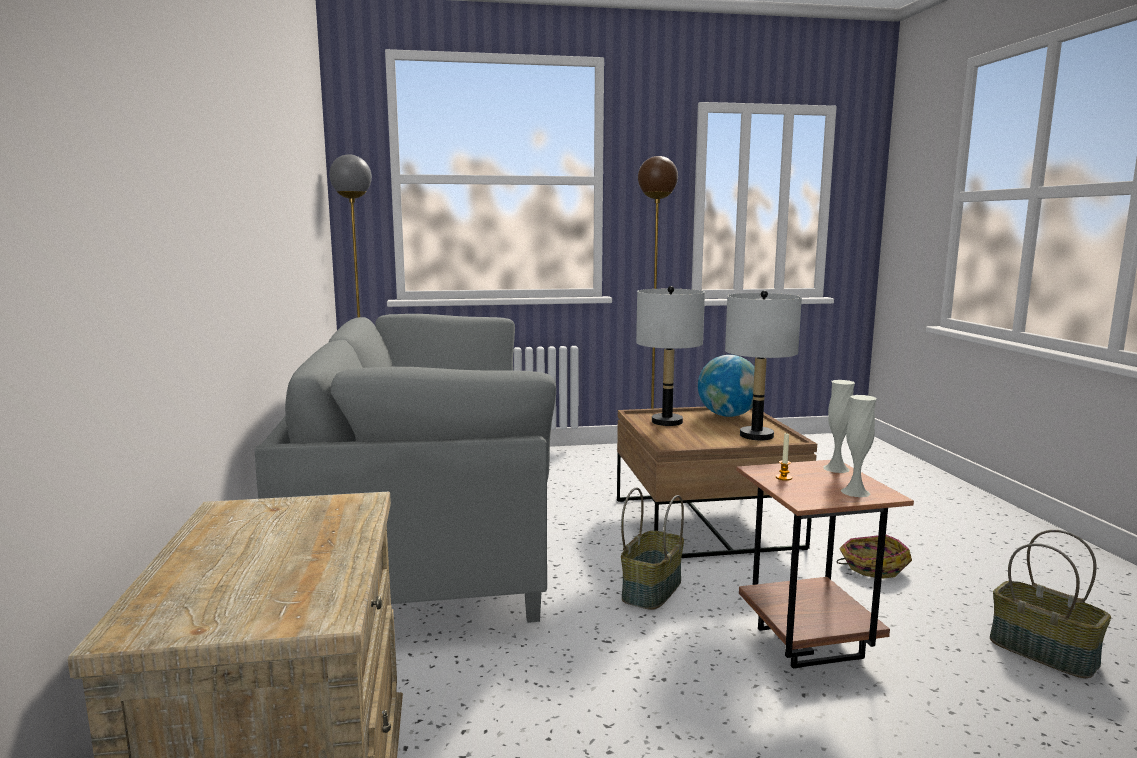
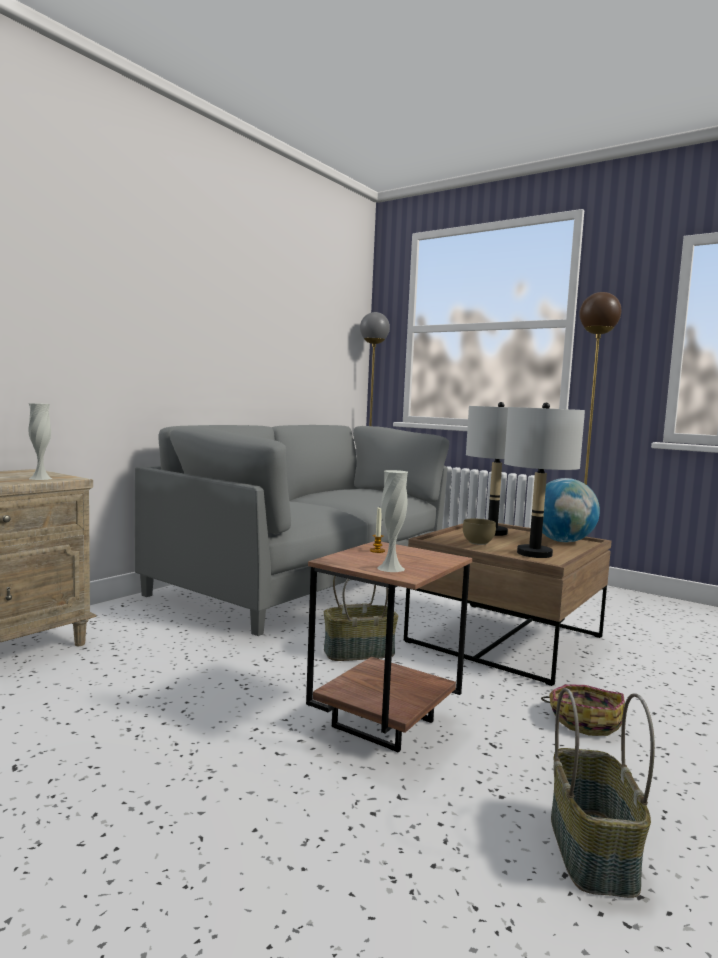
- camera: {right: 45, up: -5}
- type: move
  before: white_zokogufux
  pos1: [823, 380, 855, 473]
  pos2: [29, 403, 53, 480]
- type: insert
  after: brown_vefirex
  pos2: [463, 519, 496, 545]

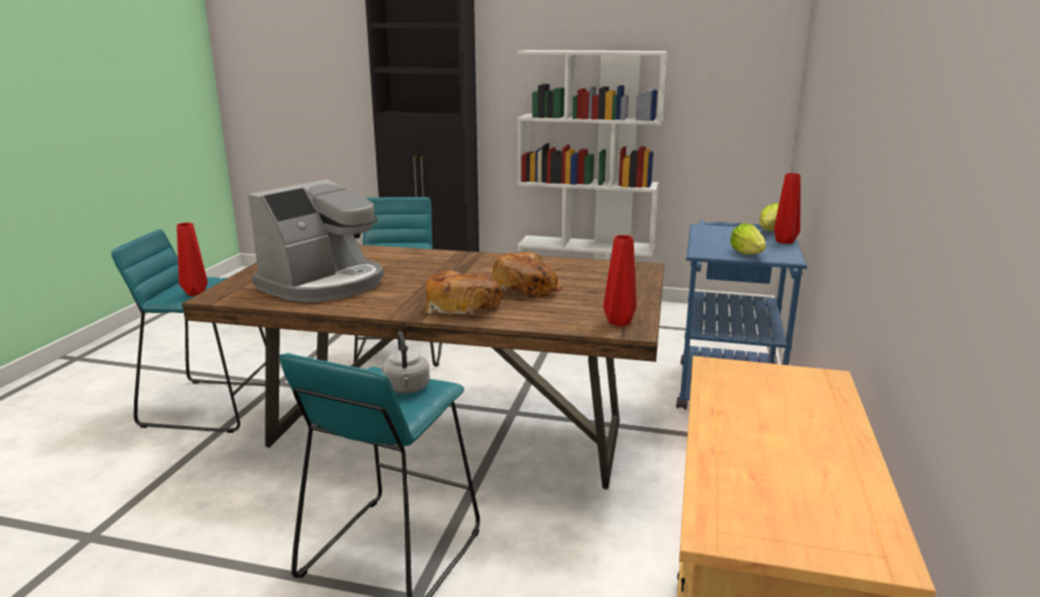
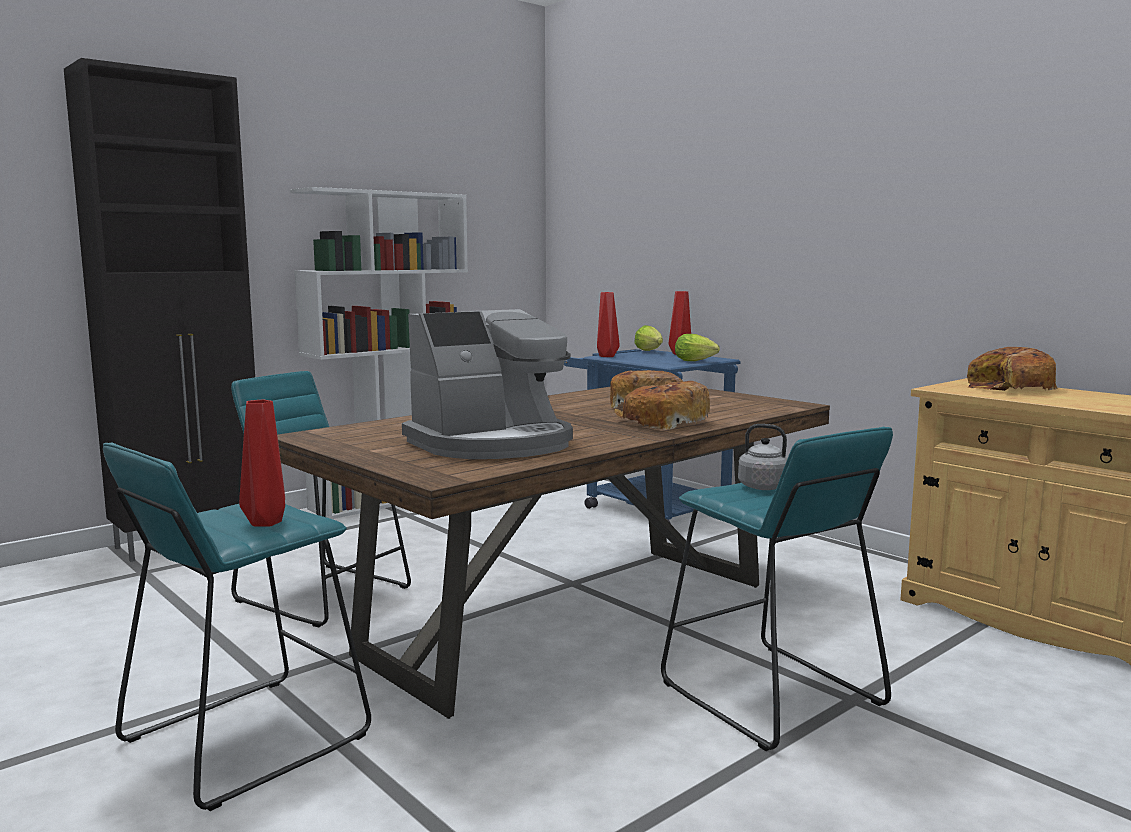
- camera: {right: -55, up: -10}
- type: rotate
  before: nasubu
  pos1: [248, 179, 384, 302]
  pos2: [402, 309, 573, 459]
  turn: 75
- type: move
  before: red_zokogufux
  pos1: [603, 235, 636, 327]
  pos2: [597, 292, 620, 357]
- type: insert
  after: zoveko
  pos2: [967, 347, 1058, 391]

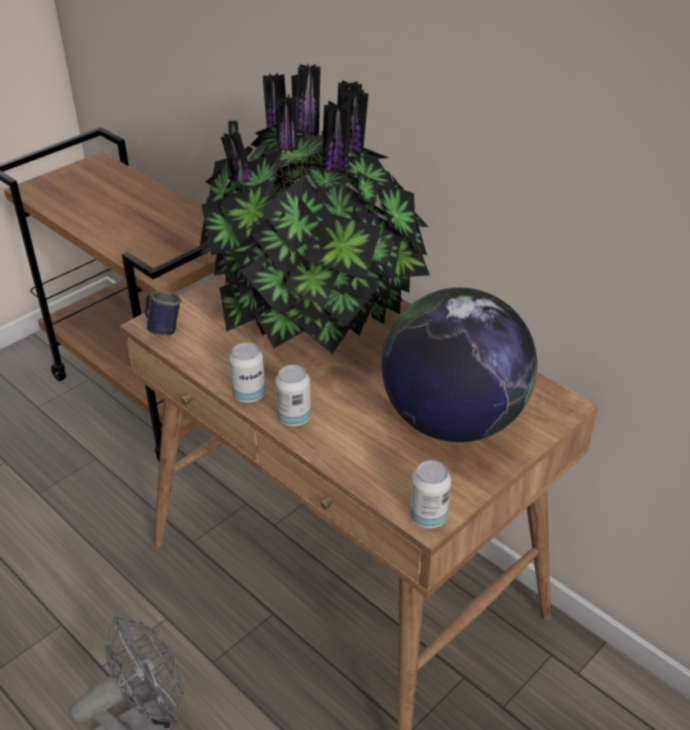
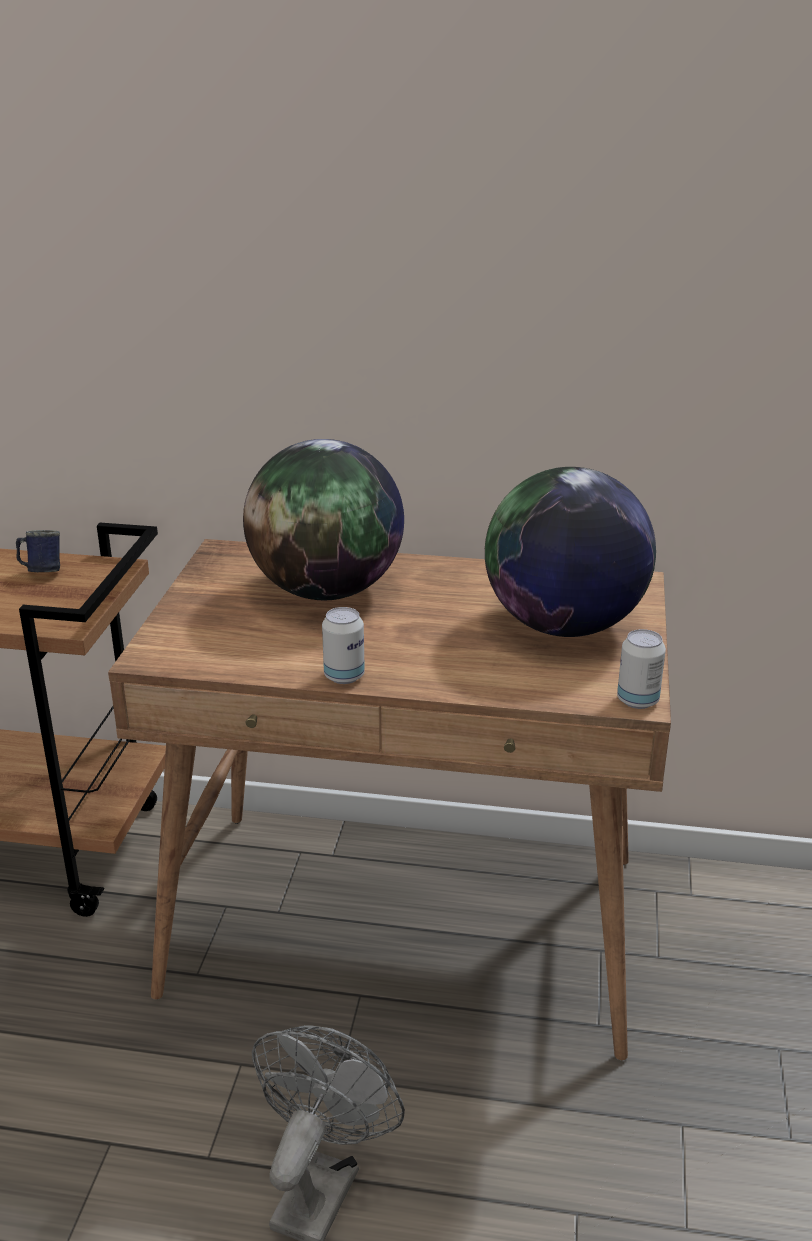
- camera: {right: -35, up: -10}
- type: replace
  before: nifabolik
  after: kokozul
  pos1: [200, 63, 430, 354]
  pos2: [243, 439, 404, 600]
- type: move
  before: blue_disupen
  pos1: [145, 291, 181, 336]
  pos2: [16, 530, 60, 572]
- type: delete
  before: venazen
  pos1: [275, 365, 311, 426]

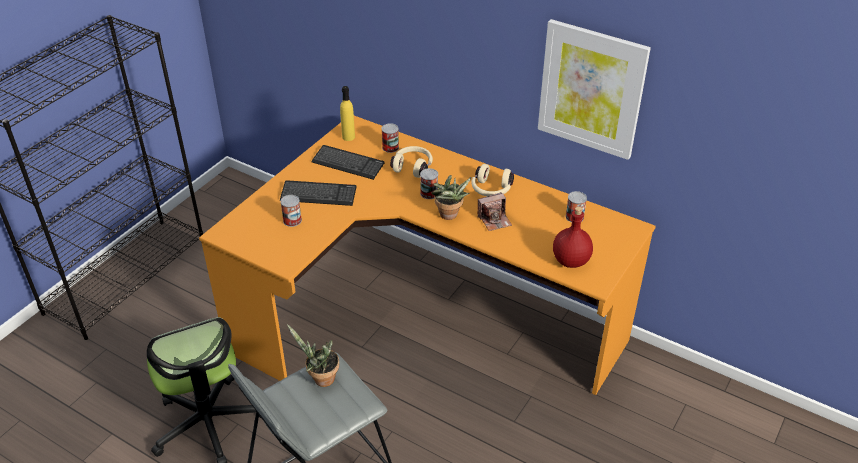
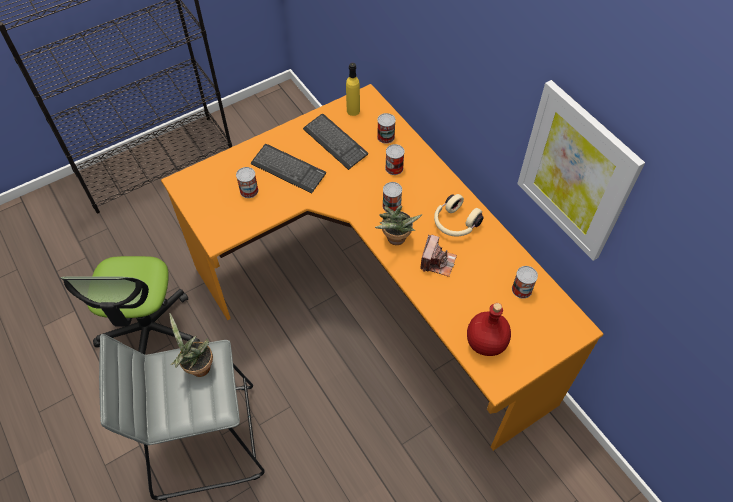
- camera: {right: 25, up: 15}
- type: replace
  before: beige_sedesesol
  after: venazen
  pos1: [390, 146, 433, 178]
  pos2: [385, 144, 405, 175]
- type: rotate
  before: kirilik
  pos1: [477, 192, 512, 231]
  pos2: [420, 234, 457, 277]
  turn: -75

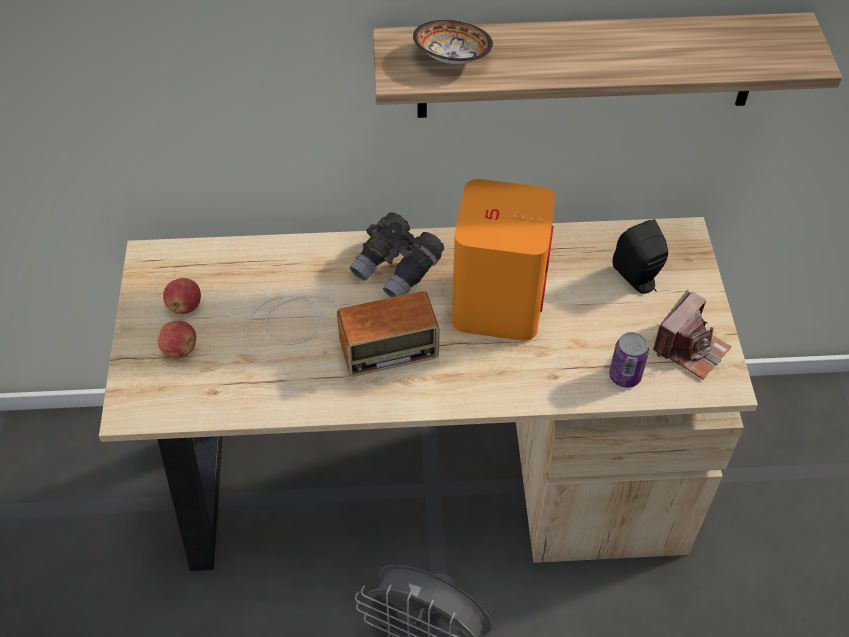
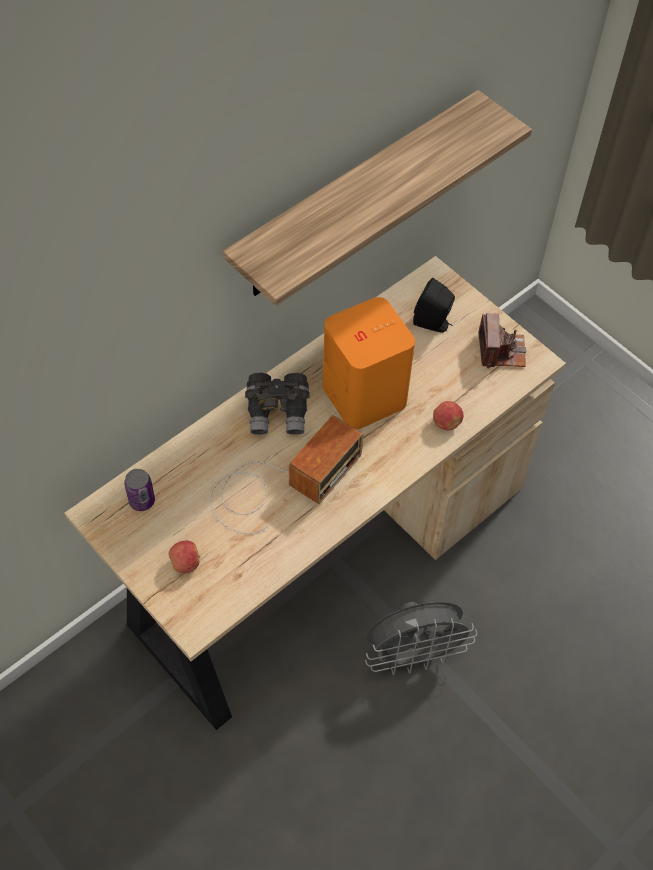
- camera: {right: -40, up: 5}
- type: delete
  before: vefirex
  pos1: [413, 20, 493, 64]
- type: move
  before: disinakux
  pos1: [163, 278, 201, 314]
  pos2: [433, 401, 463, 430]
- type: move
  before: venazen
  pos1: [609, 332, 649, 388]
  pos2: [124, 469, 155, 511]

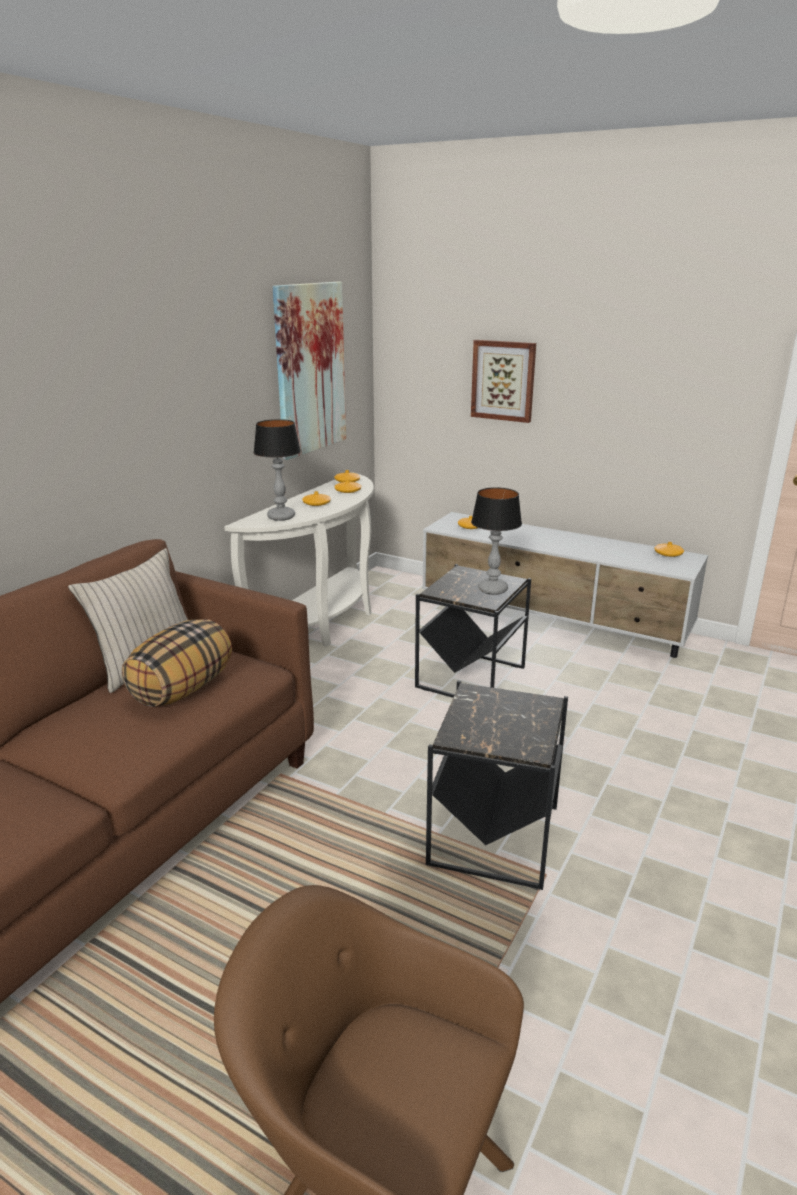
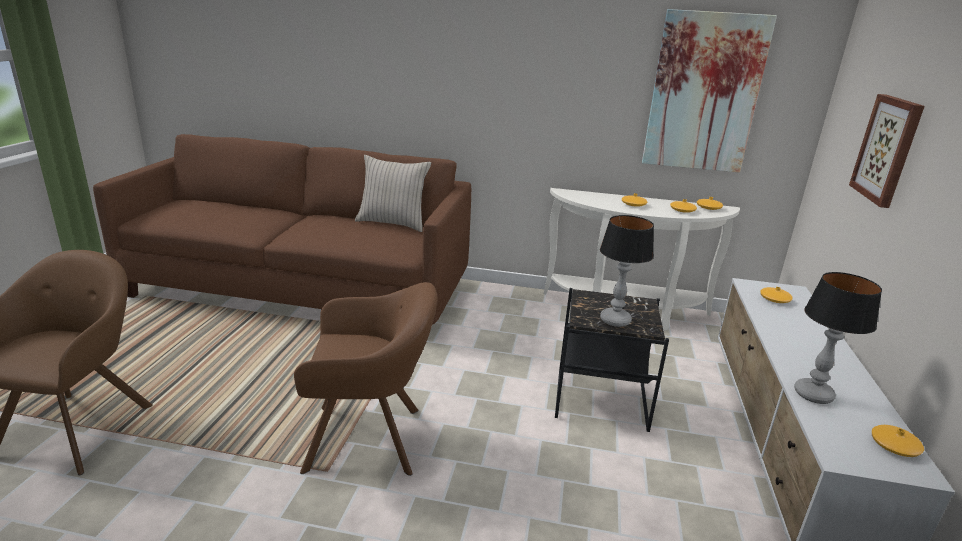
- camera: {right: 70, up: 0}
- type: move
  before: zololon
  pos1: [253, 419, 301, 521]
  pos2: [794, 272, 882, 404]
- type: delete
  before: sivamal
  pos1: [122, 619, 232, 707]
- type: replace
  before: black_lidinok
  after: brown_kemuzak
  pos1: [426, 680, 568, 890]
  pos2: [294, 282, 437, 476]

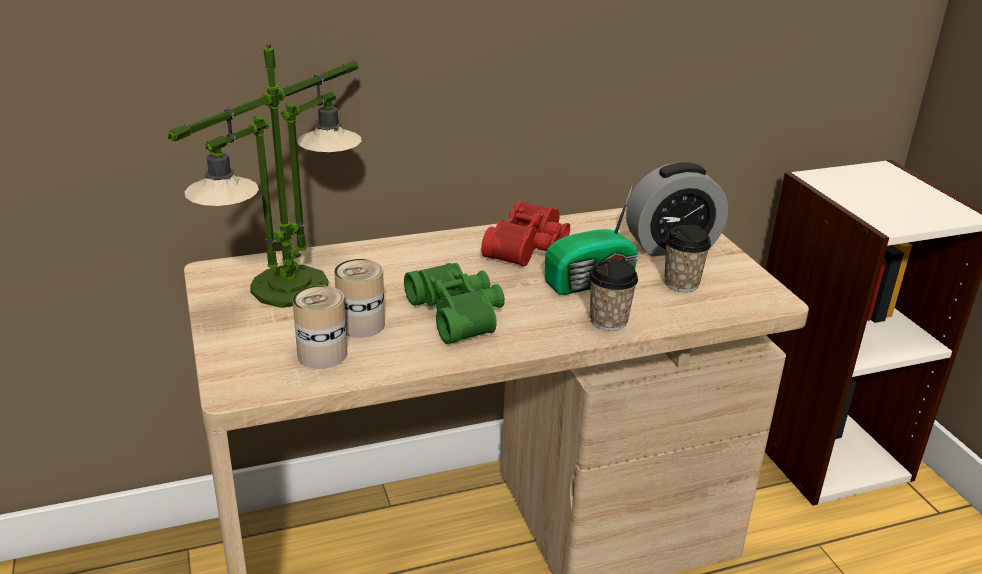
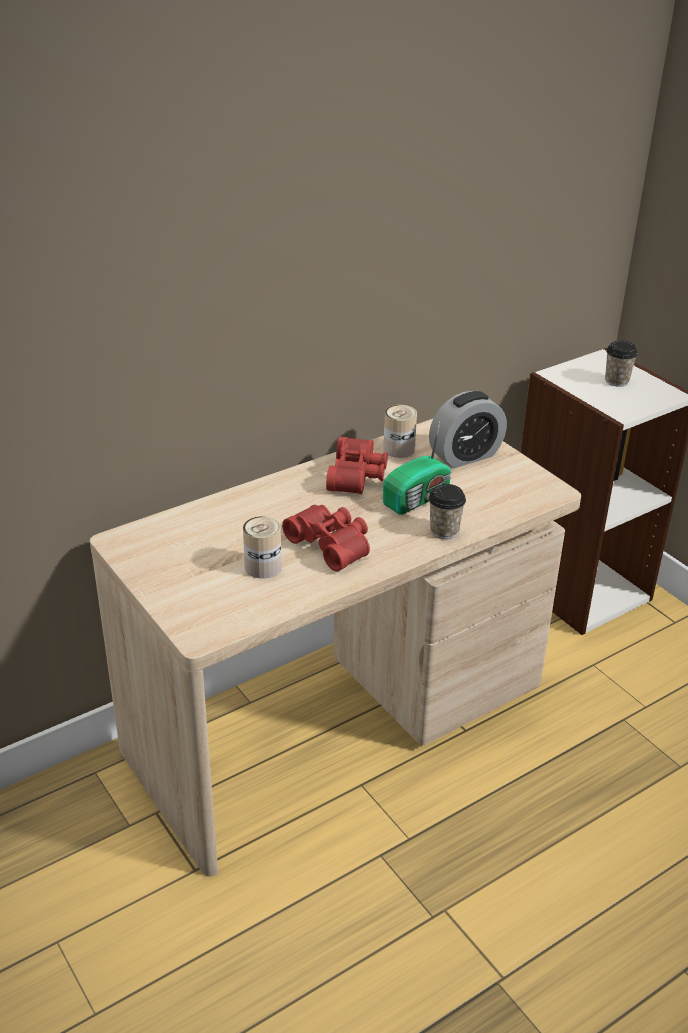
- camera: {right: -15, up: 5}
- type: delete
  before: zololon
  pos1: [168, 45, 361, 308]
- type: move
  before: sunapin
  pos1: [664, 225, 711, 292]
  pos2: [605, 341, 638, 387]
- type: recolor
  before: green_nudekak
  after: red_nudekak
  pos1: [404, 263, 505, 344]
  pos2: [282, 505, 370, 571]
- type: move
  before: venazen
  pos1: [293, 285, 347, 369]
  pos2: [383, 405, 417, 458]

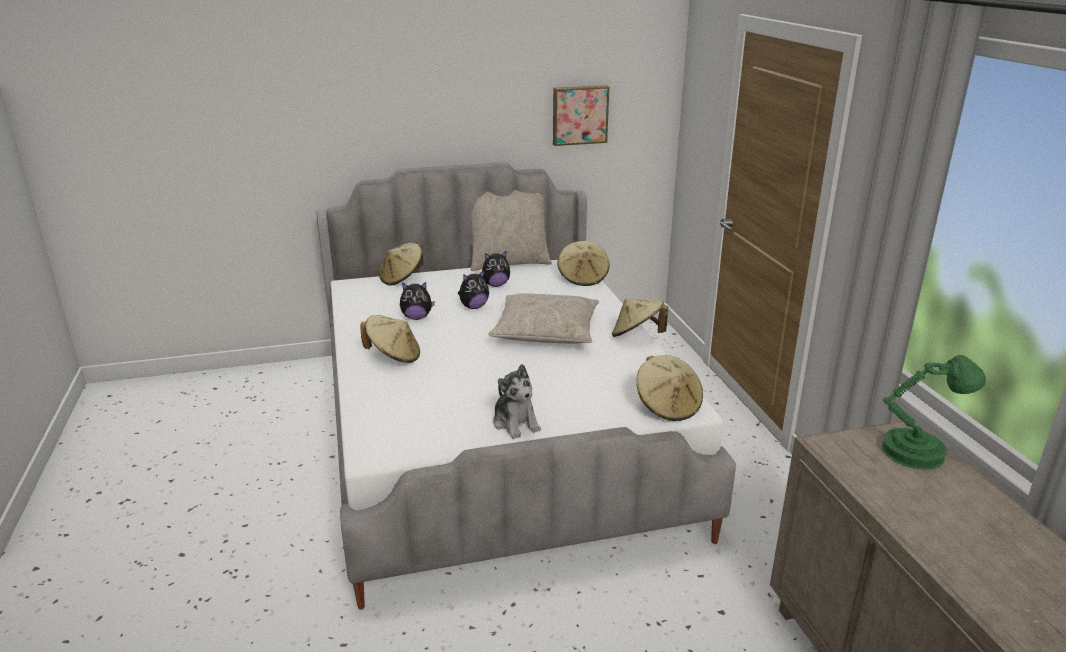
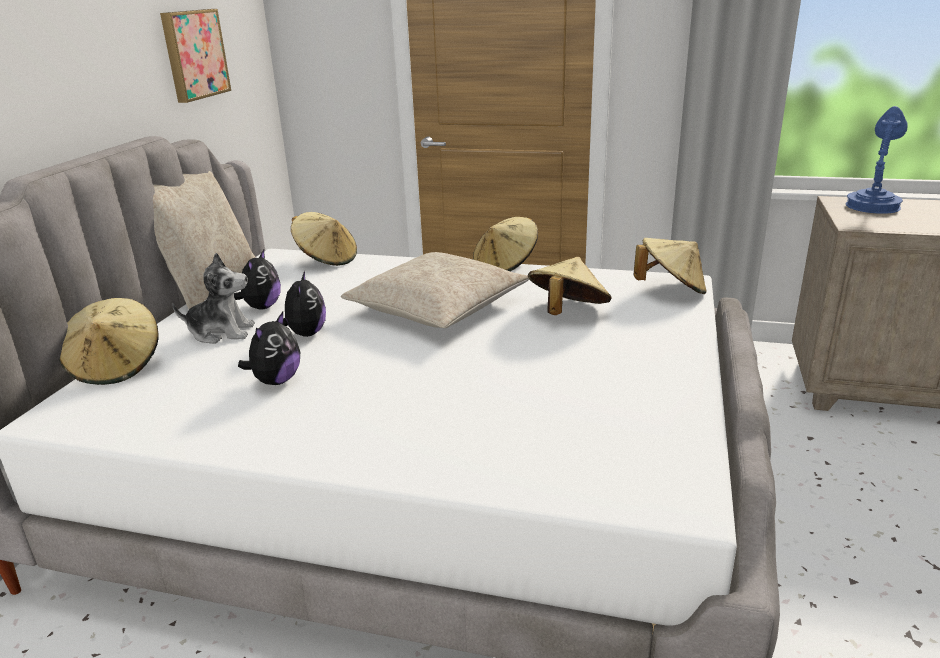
- camera: {right: -60, up: 0}
- type: move
  before: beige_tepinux
  pos1: [360, 315, 420, 363]
  pos2: [528, 257, 612, 315]
- type: recolor
  before: green_zololon
  after: blue_zololon
  pos1: [882, 355, 986, 470]
  pos2: [846, 106, 908, 214]
- type: move
  before: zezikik
  pos1: [493, 364, 541, 439]
  pos2: [172, 253, 255, 344]

